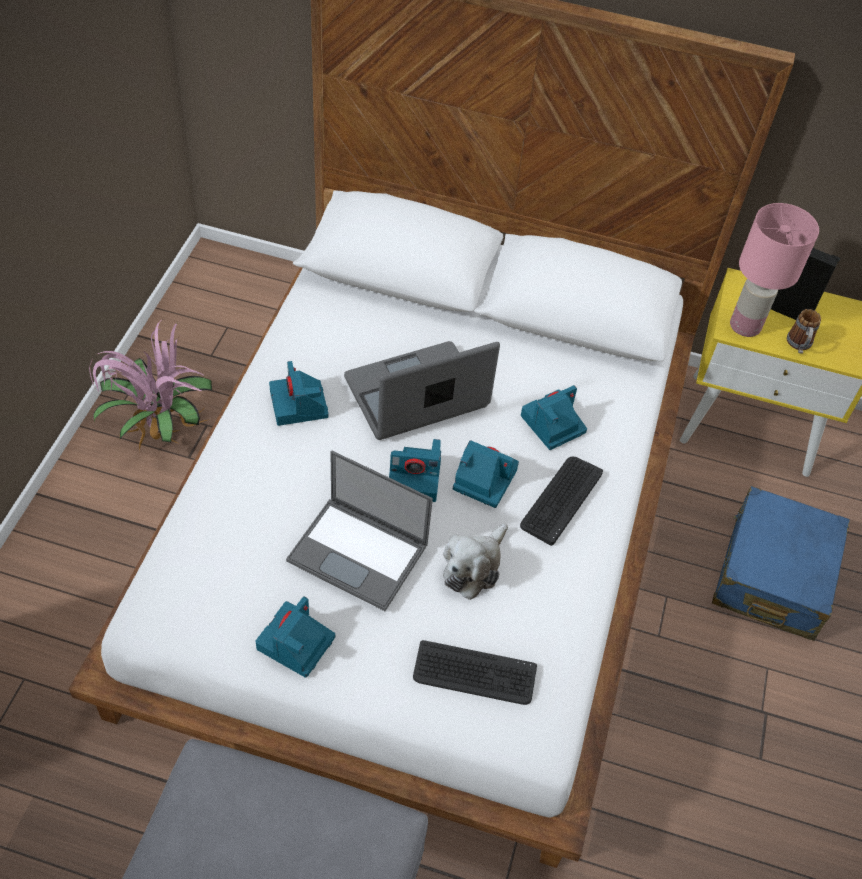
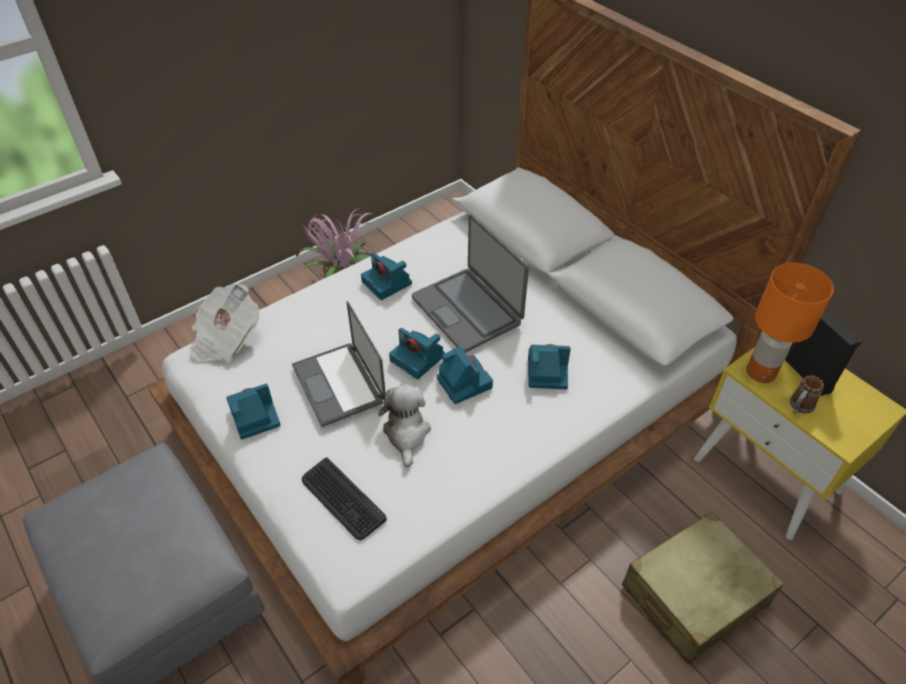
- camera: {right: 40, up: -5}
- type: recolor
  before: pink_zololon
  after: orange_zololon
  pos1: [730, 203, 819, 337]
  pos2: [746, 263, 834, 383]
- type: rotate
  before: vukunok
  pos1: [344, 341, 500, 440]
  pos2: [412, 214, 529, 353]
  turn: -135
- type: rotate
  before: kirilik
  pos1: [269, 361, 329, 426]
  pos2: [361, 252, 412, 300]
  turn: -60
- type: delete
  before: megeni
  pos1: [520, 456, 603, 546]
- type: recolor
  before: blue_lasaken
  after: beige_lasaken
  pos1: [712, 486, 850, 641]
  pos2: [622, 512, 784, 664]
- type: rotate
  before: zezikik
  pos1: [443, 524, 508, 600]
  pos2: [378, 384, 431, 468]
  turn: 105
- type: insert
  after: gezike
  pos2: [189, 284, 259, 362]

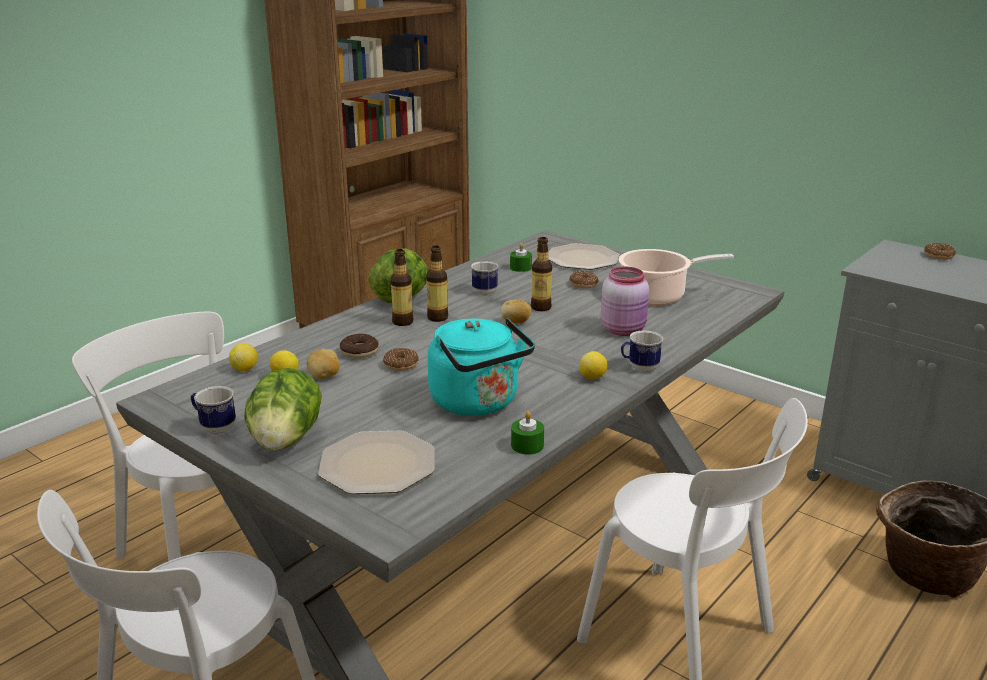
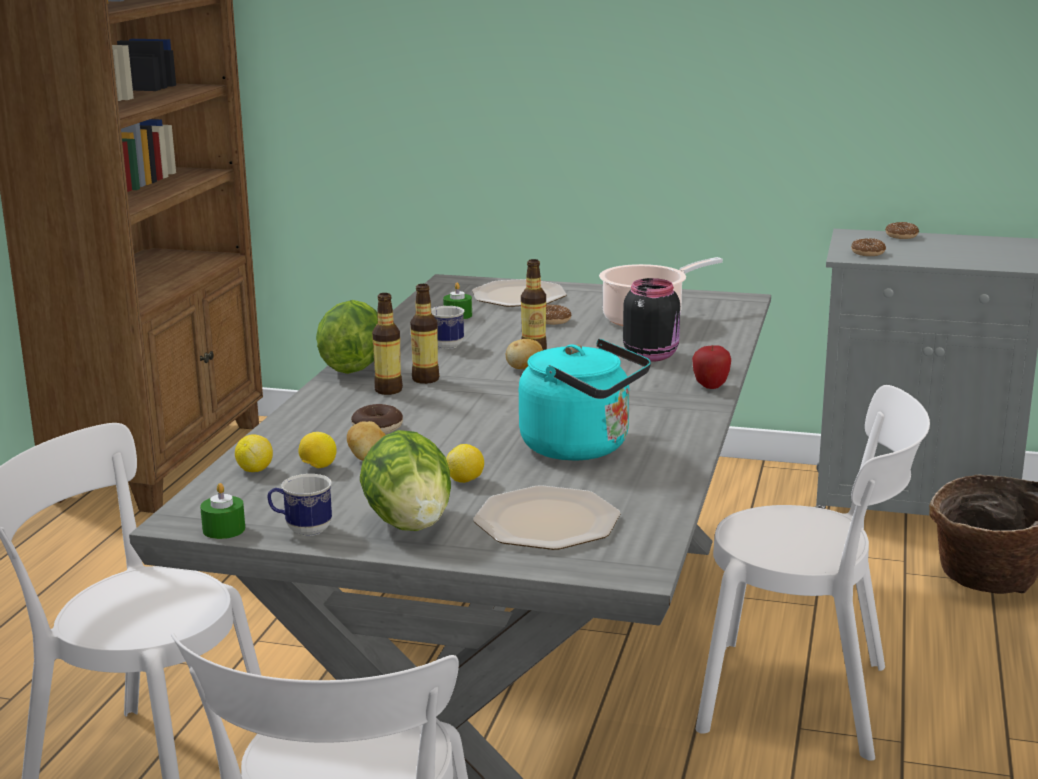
- camera: {right: -25, up: -5}
- type: recolor
  before: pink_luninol
  after: black_luninol
  pos1: [601, 266, 649, 336]
  pos2: [623, 278, 680, 362]
- type: replace
  before: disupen
  after: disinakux
  pos1: [621, 330, 663, 372]
  pos2: [692, 345, 731, 389]
- type: move
  before: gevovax
  pos1: [383, 348, 419, 371]
  pos2: [851, 238, 886, 256]
- type: move
  before: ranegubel
  pos1: [579, 351, 607, 379]
  pos2: [446, 444, 484, 483]
- type: move
  before: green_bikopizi
  pos1: [511, 411, 544, 455]
  pos2: [200, 483, 245, 539]

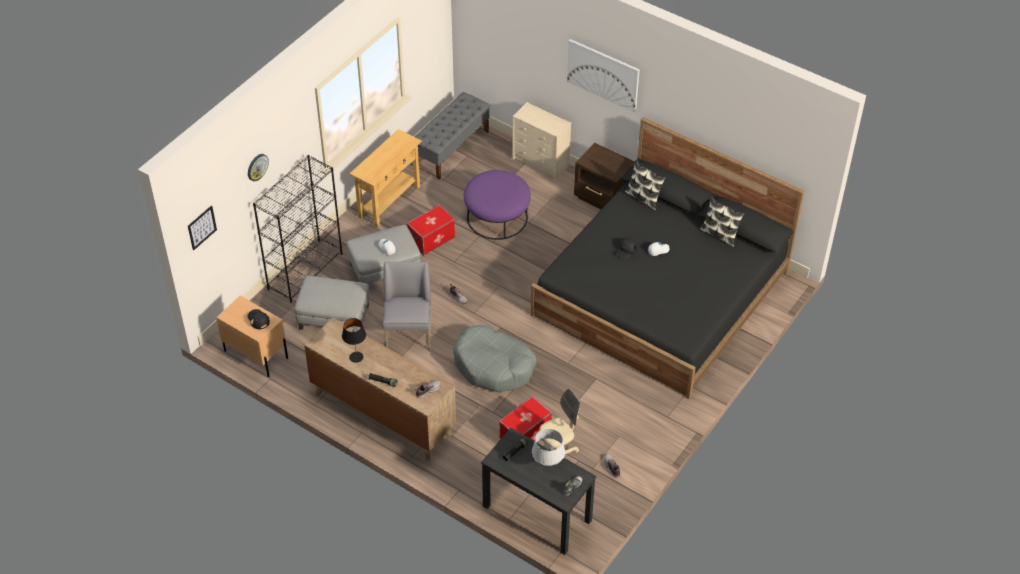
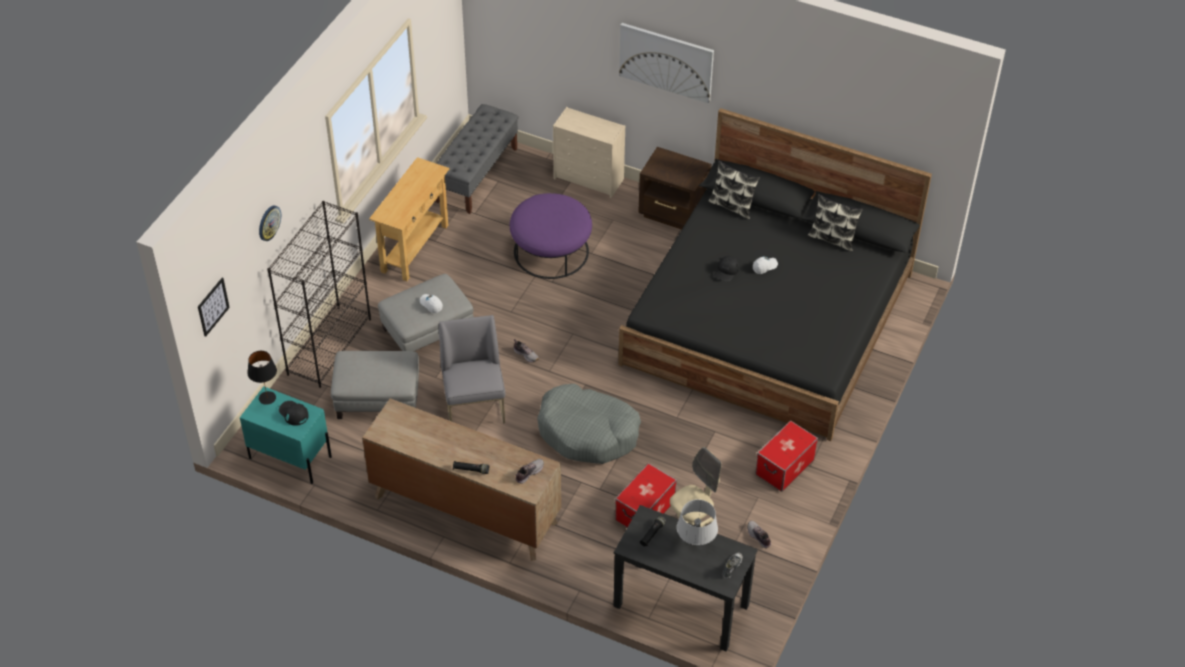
- camera: {right: -10, up: 0}
- type: move
  before: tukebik
  pos1: [407, 205, 455, 255]
  pos2: [755, 420, 818, 492]
- type: recolor
  before: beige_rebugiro
  after: turquoise_rebugiro
  pos1: [216, 296, 288, 377]
  pos2: [240, 386, 332, 484]
- type: move
  before: black_zololon
  pos1: [342, 318, 366, 363]
  pos2: [247, 351, 277, 405]

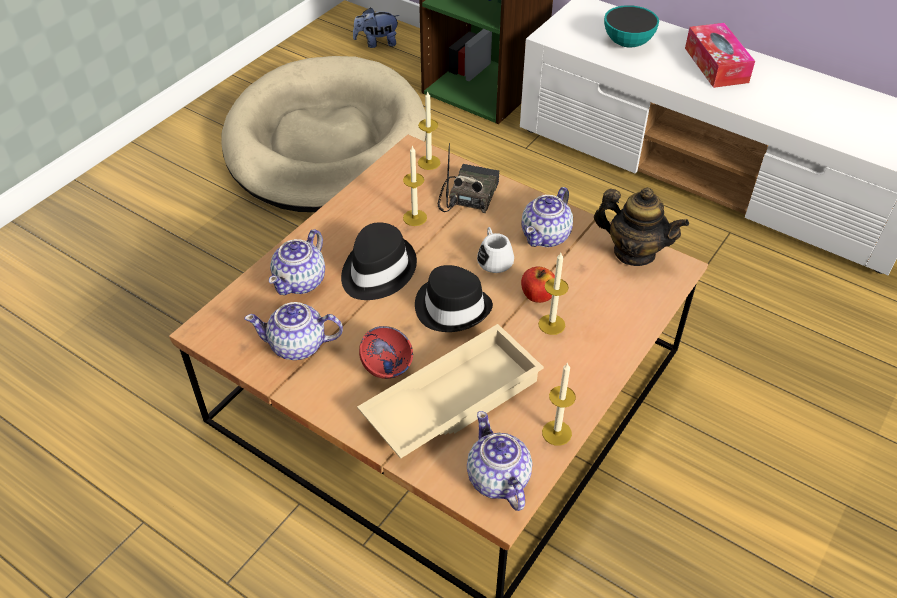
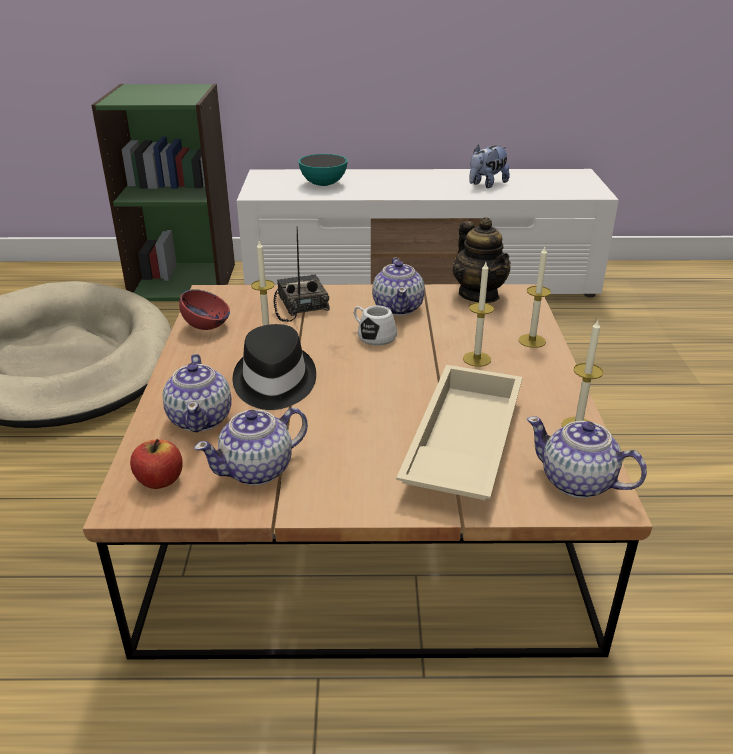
- camera: {right: -35, up: -15}
- type: move
  before: zezikik
  pos1: [353, 7, 400, 48]
  pos2: [469, 145, 510, 188]
- type: delete
  before: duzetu
  pos1: [685, 23, 755, 88]
- type: move
  before: bikopizi
  pos1: [418, 92, 440, 170]
  pos2: [518, 247, 551, 348]
- type: rotate
  before: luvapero
  pos1: [594, 187, 689, 266]
  pos2: [452, 217, 511, 303]
  turn: 75
- type: delete
  before: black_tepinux
  pos1: [415, 265, 493, 332]
- type: move
  before: disinakux
  pos1: [521, 267, 555, 303]
  pos2: [130, 439, 183, 489]
- type: move
  before: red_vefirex
  pos1: [359, 326, 413, 379]
  pos2: [179, 289, 230, 330]

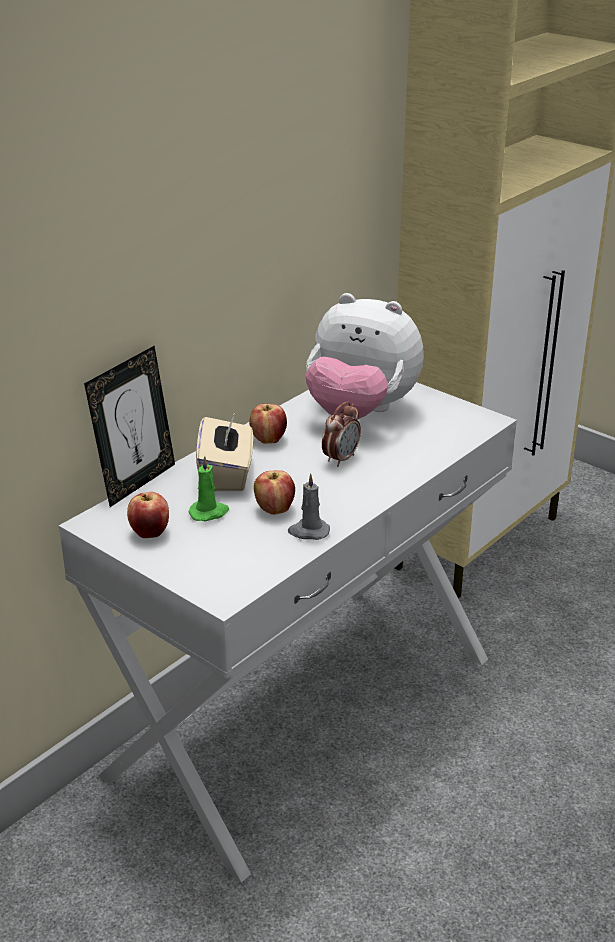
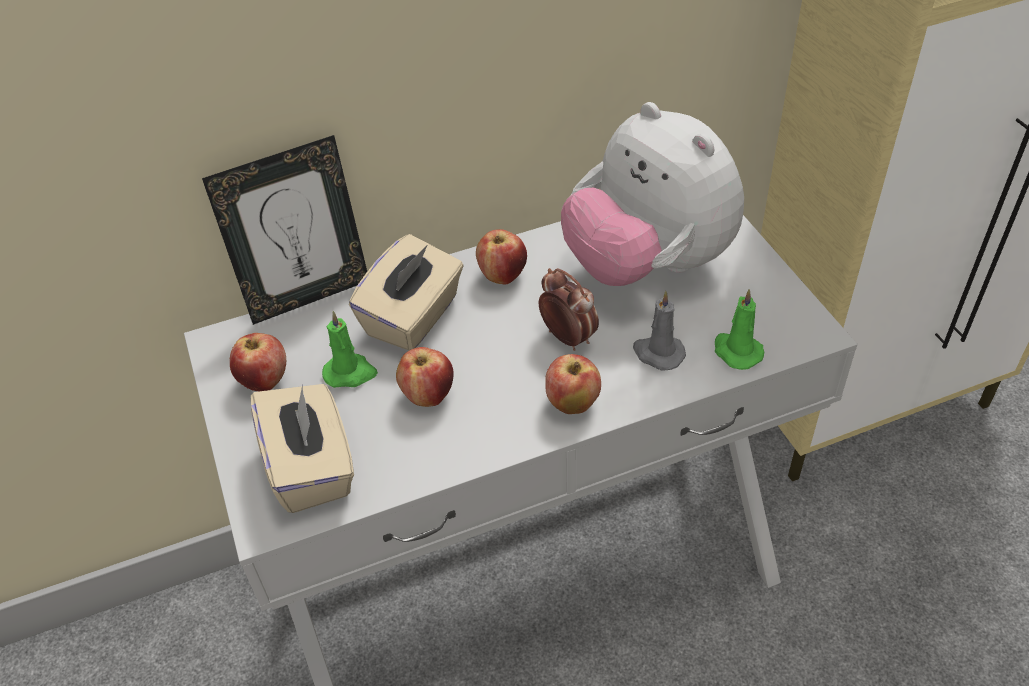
- camera: {right: 30, up: 15}
- type: rotate
  before: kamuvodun
  pos1: [322, 401, 361, 467]
  pos2: [539, 268, 599, 351]
  turn: -105
- type: move
  before: grey_bikopizi
  pos1: [288, 473, 330, 540]
  pos2: [633, 291, 686, 371]
- type: insert
  after: green_bikopizi
  pos2: [715, 289, 764, 370]
- type: insert
  after: disinakux
  pos2: [545, 354, 601, 414]
- type: insert
  after: beige_duzetu
  pos2: [251, 384, 354, 513]

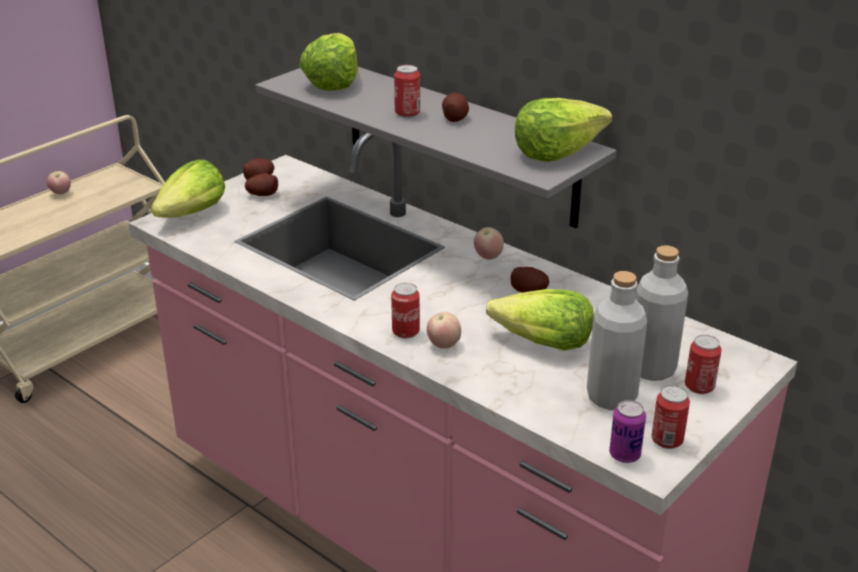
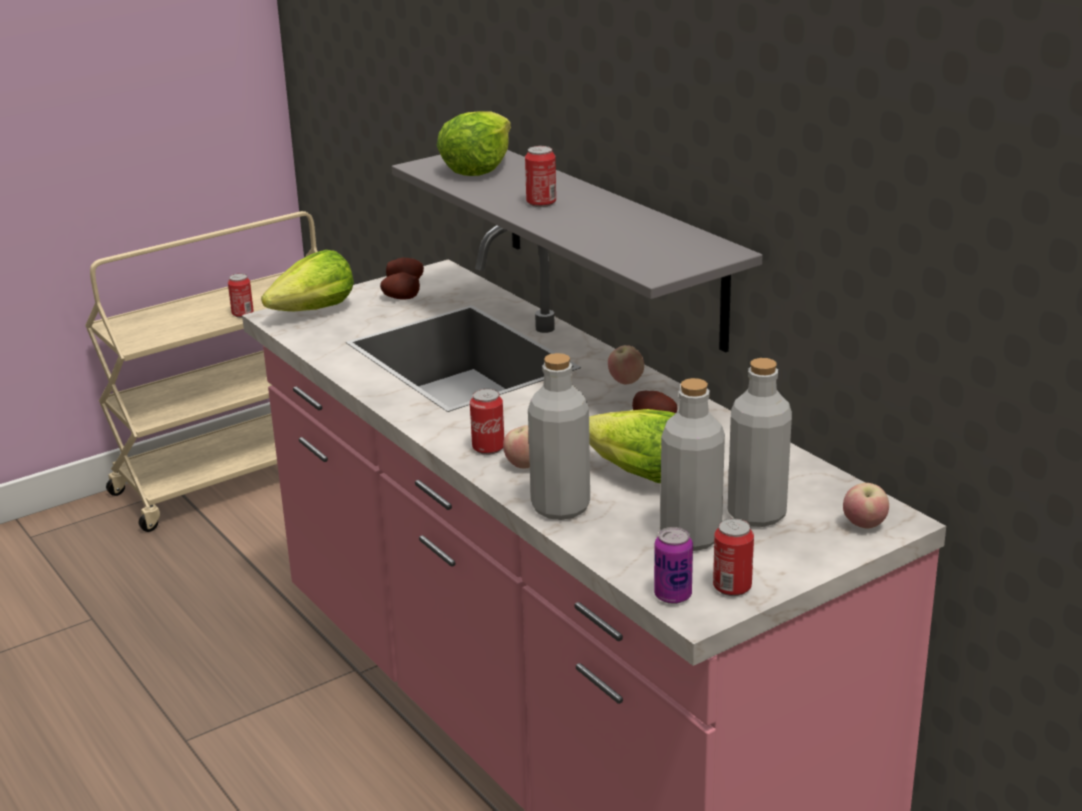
- camera: {right: 15, up: -5}
- type: delete
  before: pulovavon
  pos1: [442, 93, 469, 122]
- type: delete
  before: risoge
  pos1: [515, 98, 612, 162]
- type: move
  before: disinakux
  pos1: [47, 171, 71, 194]
  pos2: [843, 483, 889, 529]
- type: move
  before: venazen
  pos1: [685, 335, 722, 394]
  pos2: [228, 273, 254, 318]
- type: insert
  after: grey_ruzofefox
  pos2: [528, 353, 590, 520]

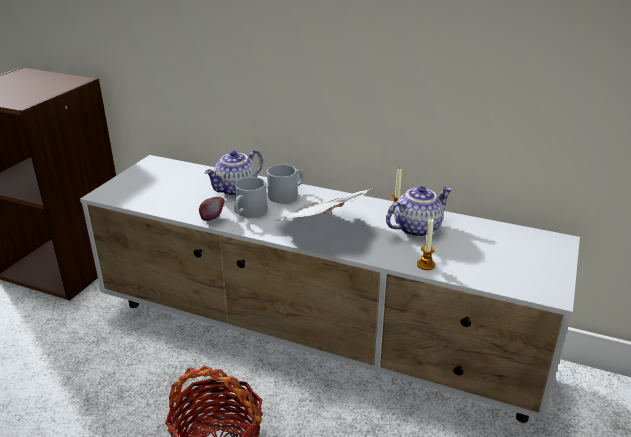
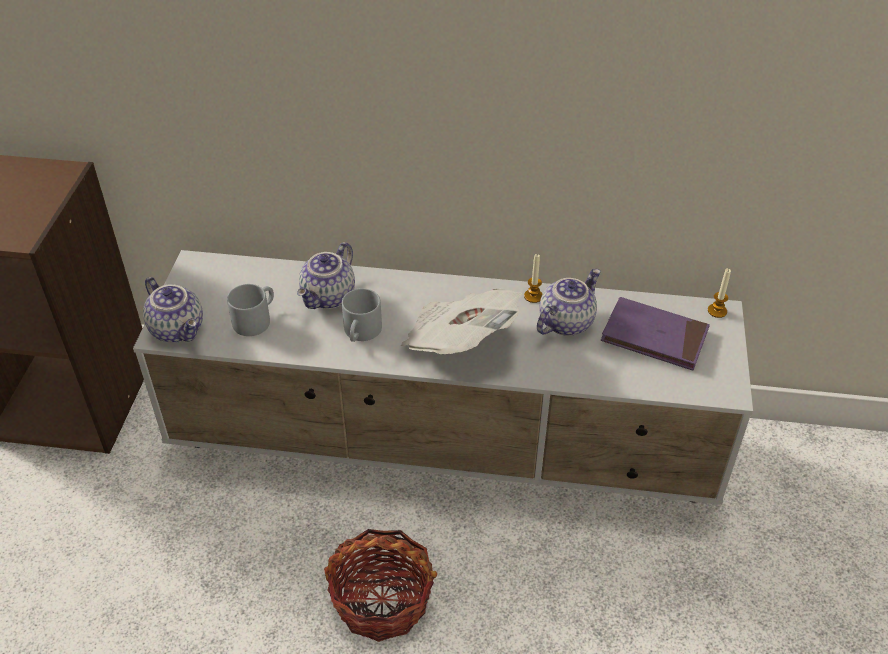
- camera: {right: -15, up: 15}
- type: move
  before: grey_disupen
  pos1: [267, 164, 304, 203]
  pos2: [227, 284, 274, 336]
- type: delete
  before: disinakux
  pos1: [199, 197, 225, 221]
- type: move
  before: bikopizi
  pos1: [417, 219, 435, 270]
  pos2: [708, 268, 731, 318]
- type: insert
  after: luvapero
  pos2: [143, 277, 203, 343]
- type: insert
  after: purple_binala
  pos2: [601, 297, 710, 371]

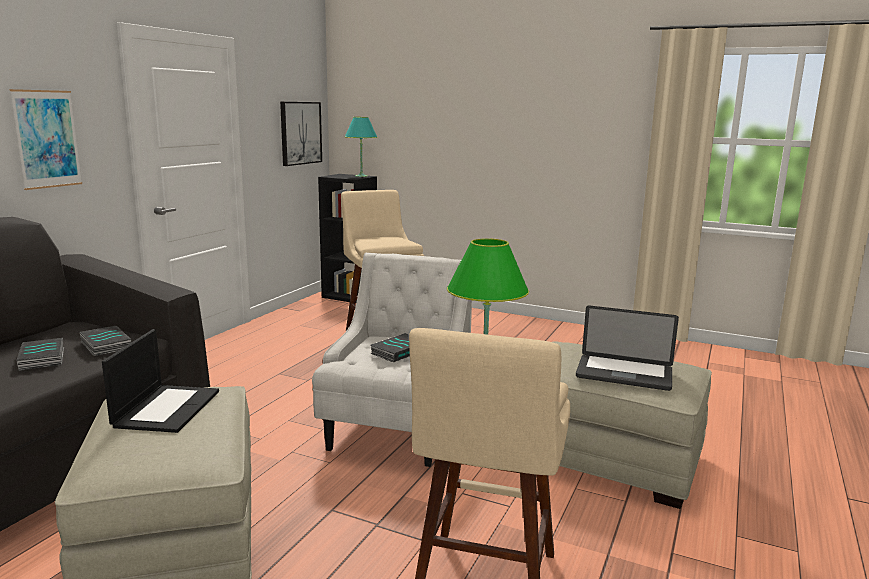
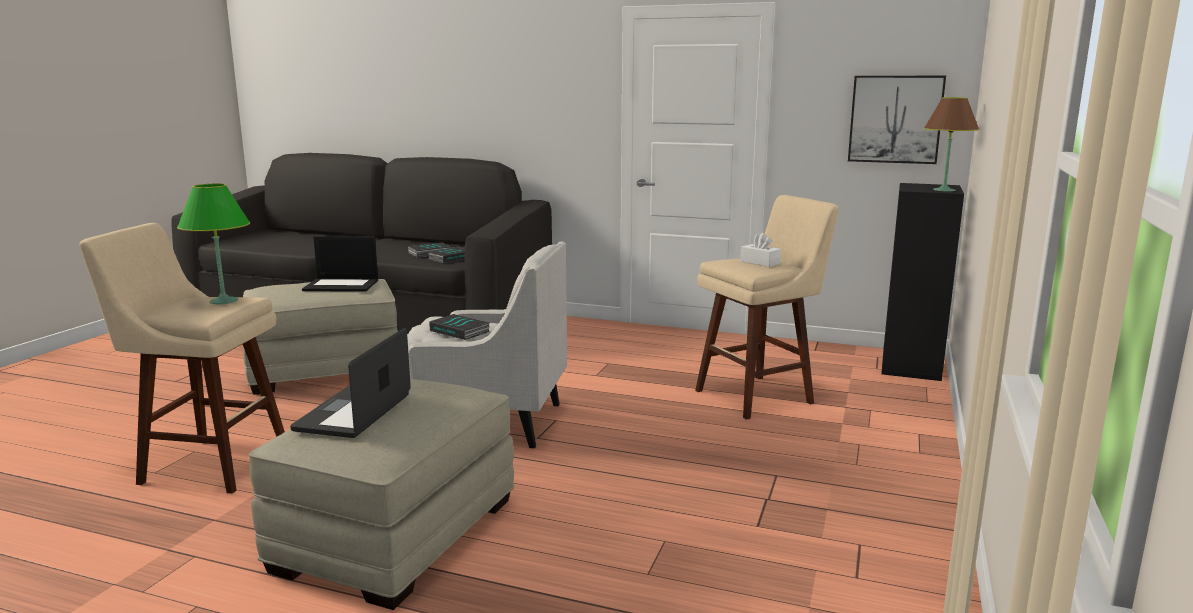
- camera: {right: 85, up: 0}
- type: delete
  before: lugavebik
  pos1: [10, 89, 82, 190]
- type: recolor
  before: turquoise_zololon
  after: brown_zololon
  pos1: [345, 117, 378, 177]
  pos2: [924, 97, 979, 192]
- type: insert
  after: white_duzetu
  pos2: [740, 233, 781, 267]

